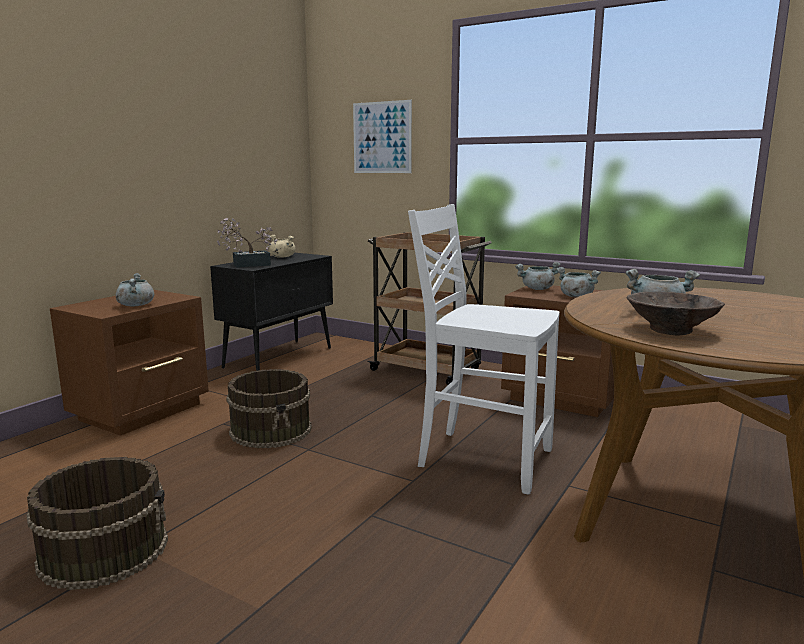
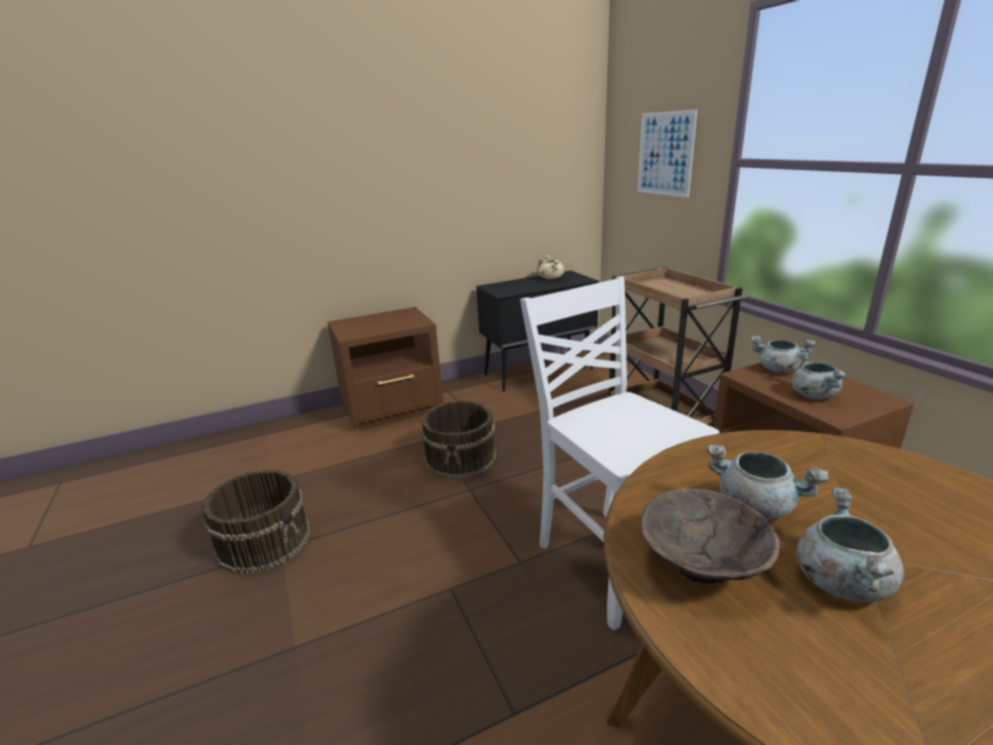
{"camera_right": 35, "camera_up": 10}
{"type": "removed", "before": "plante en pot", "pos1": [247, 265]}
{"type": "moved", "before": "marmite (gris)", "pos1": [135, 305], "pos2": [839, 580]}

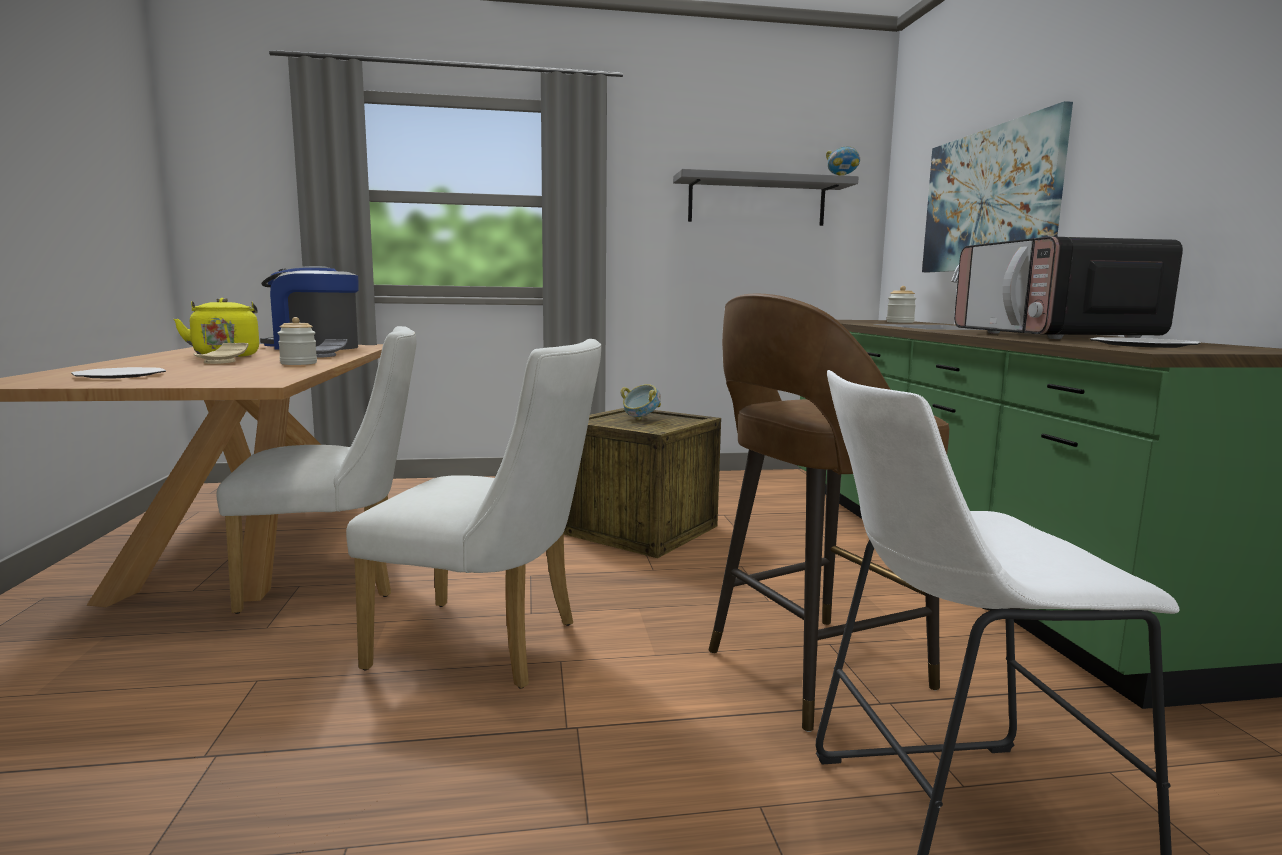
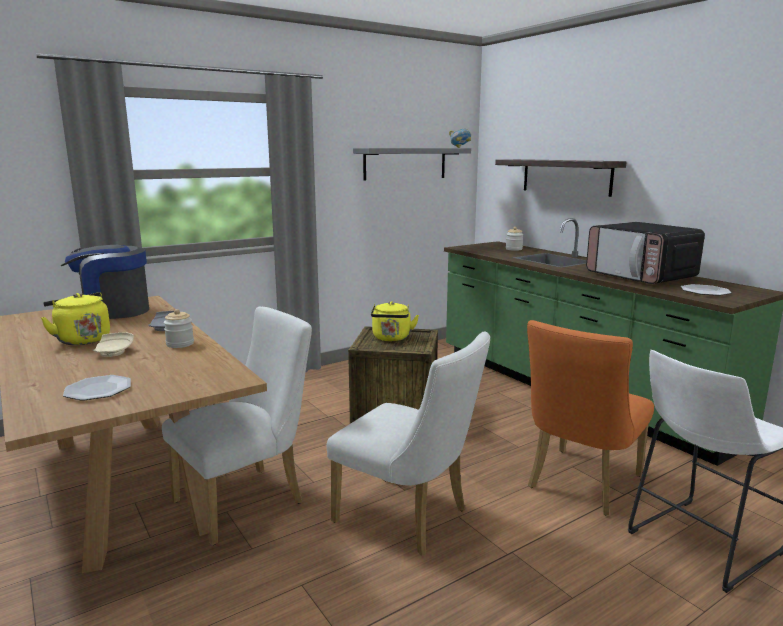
{"camera_right": -25, "camera_up": 5}
{"type": "replaced", "before": "tableau", "after": "étagère", "pos1": [989, 200], "pos2": [566, 176]}
{"type": "replaced", "before": "tabouret (marron)", "after": "chaise (orange)", "pos1": [811, 670], "pos2": [580, 485]}
{"type": "turned", "before": "chaise (blanc)", "pos1": [490, 646], "pos2": [409, 518], "turn": 45}
{"type": "replaced", "before": "bol", "after": "bouilloire (jaune)", "pos1": [641, 419], "pos2": [391, 338]}

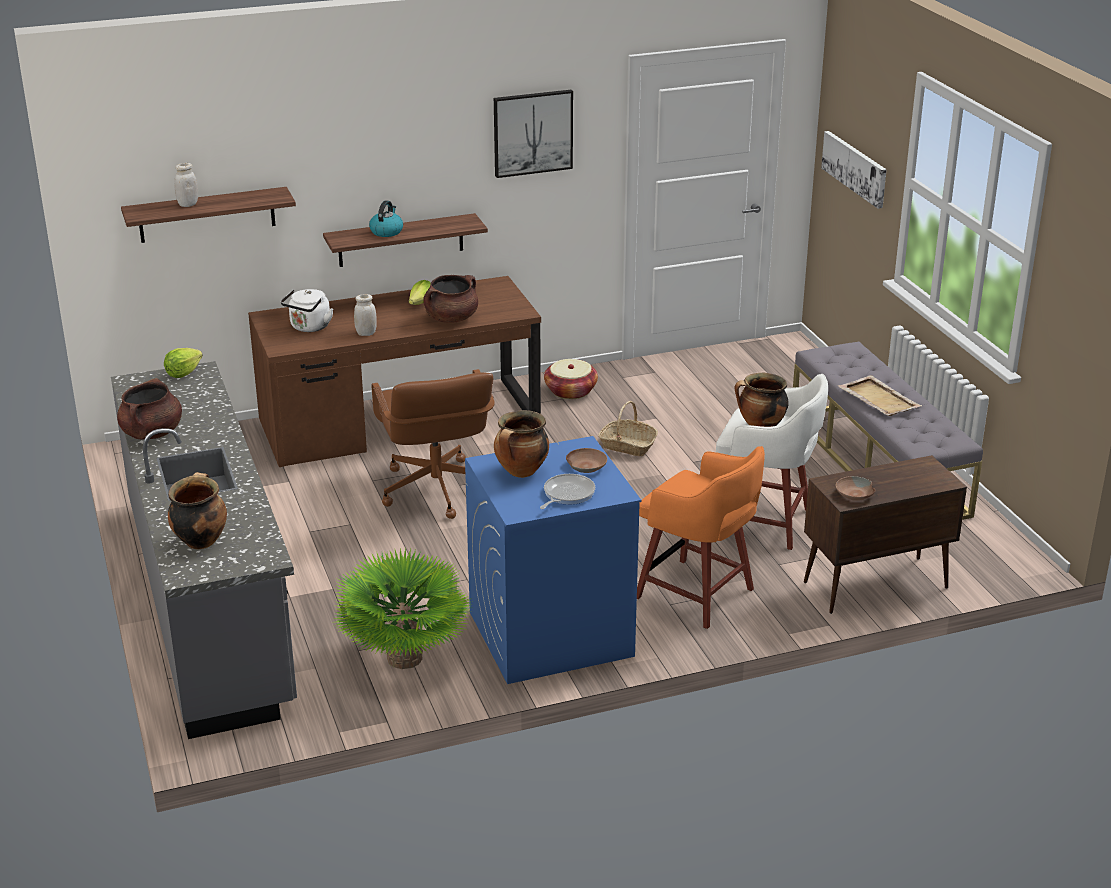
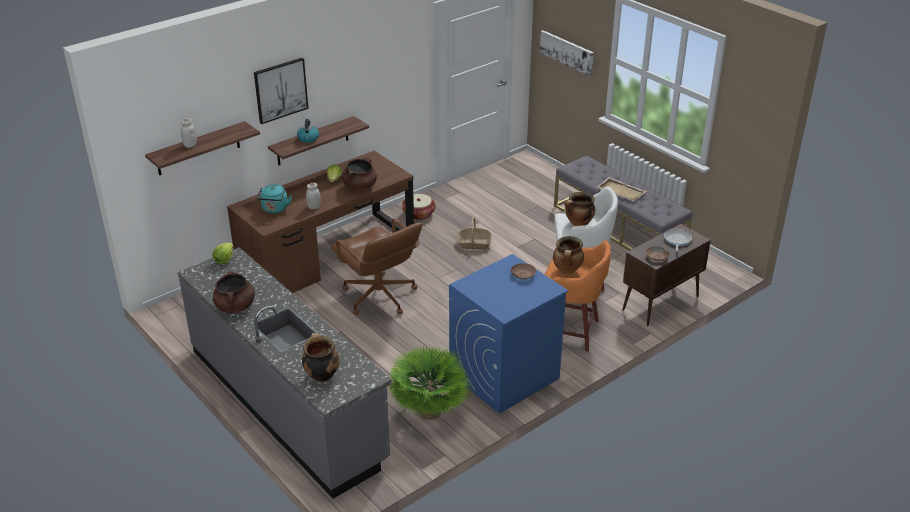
{"camera_right": -20, "camera_up": 5}
{"type": "moved", "before": "tableau", "pos1": [532, 133], "pos2": [280, 90]}
{"type": "recoloured", "before": "bouilloire (blanc)", "after": "bouilloire (turquoise)", "pos1": [309, 327], "pos2": [275, 209]}
{"type": "moved", "before": "marmite", "pos1": [521, 472], "pos2": [567, 271]}
{"type": "moved", "before": "poêle", "pos1": [567, 494], "pos2": [677, 240]}

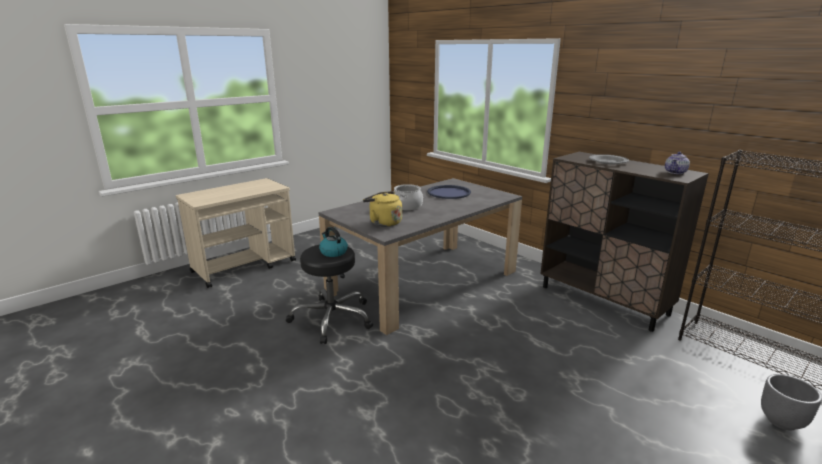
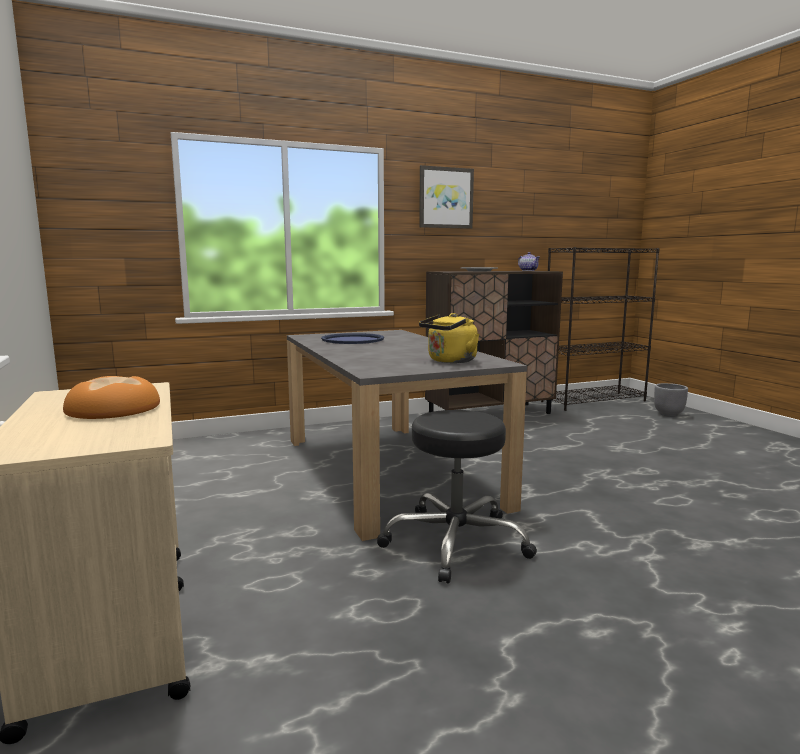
{"camera_right": -70, "camera_up": -10}
{"type": "removed", "before": "marmite", "pos1": [407, 206]}
{"type": "removed", "before": "bouilloire", "pos1": [333, 252]}
{"type": "added", "after": "tableau", "pos2": [445, 198]}
{"type": "added", "after": "pain", "pos2": [112, 409]}

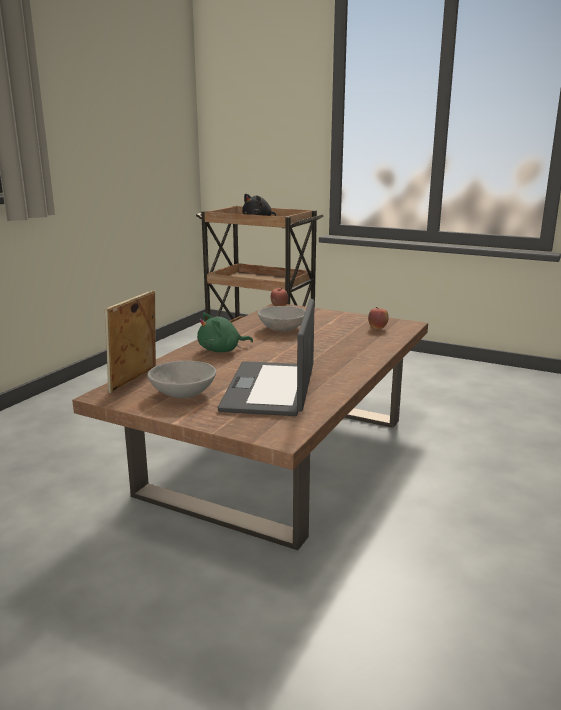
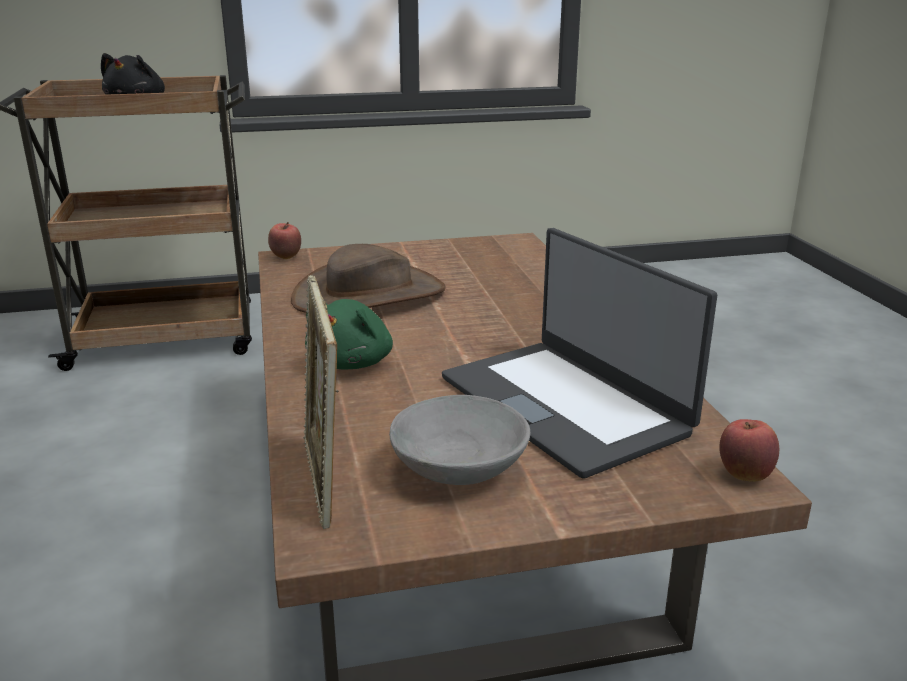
{"camera_right": -40, "camera_up": 5}
{"type": "replaced", "before": "bol (gris)", "after": "chapeau (marron)", "pos1": [282, 329], "pos2": [369, 295]}
{"type": "moved", "before": "pomme", "pos1": [377, 328], "pos2": [744, 475]}

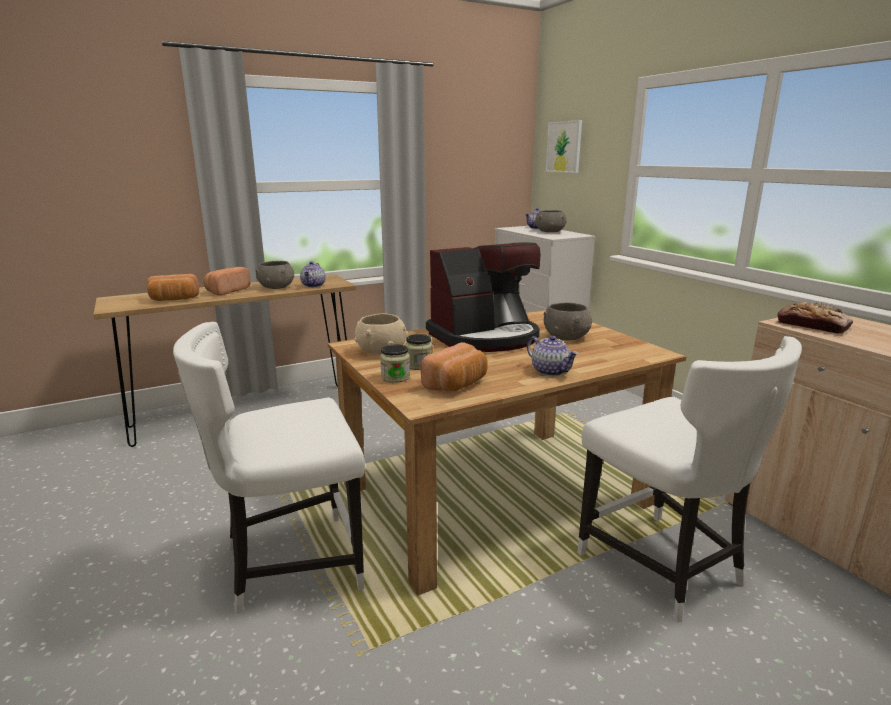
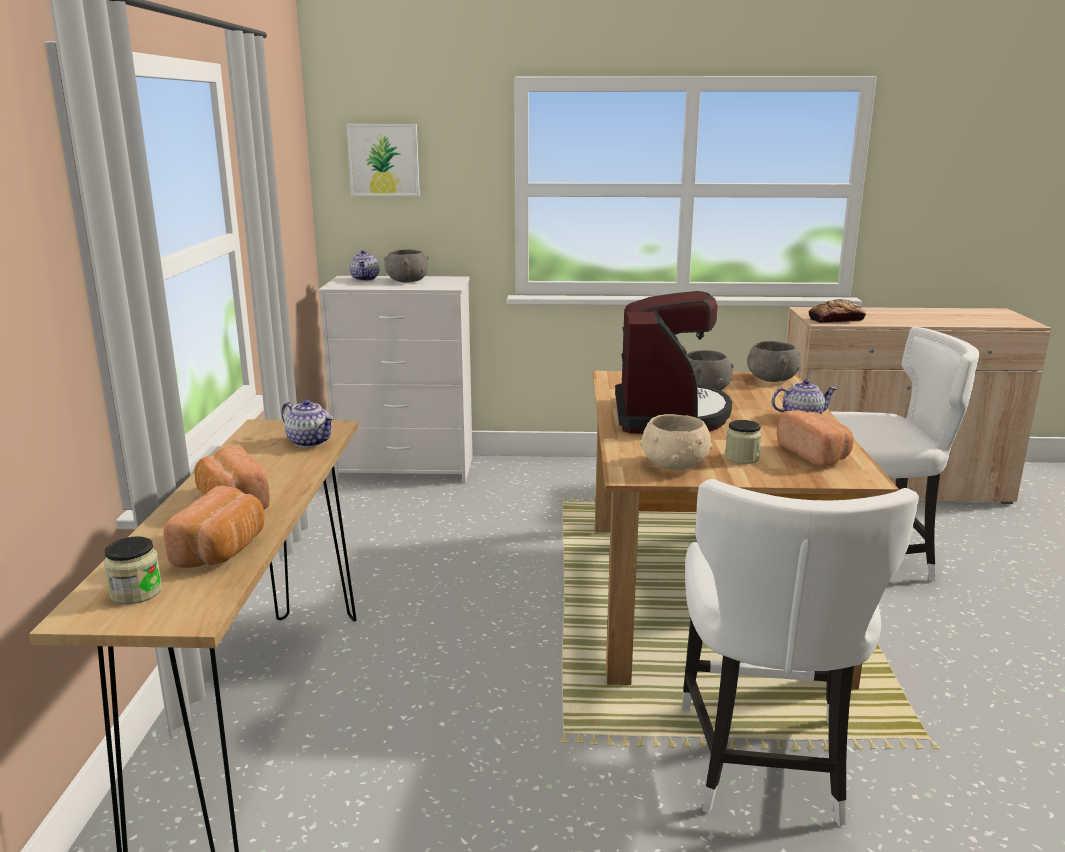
{"camera_right": -60, "camera_up": 0}
{"type": "moved", "before": "bol (gris)", "pos1": [276, 287], "pos2": [771, 379]}
{"type": "moved", "before": "bocal", "pos1": [395, 377], "pos2": [136, 592]}

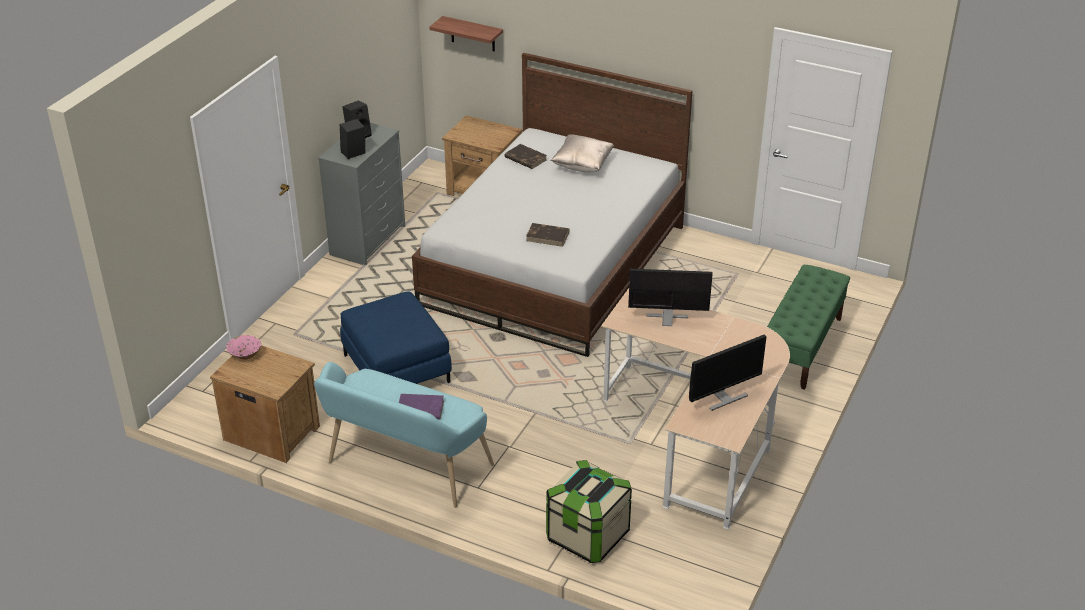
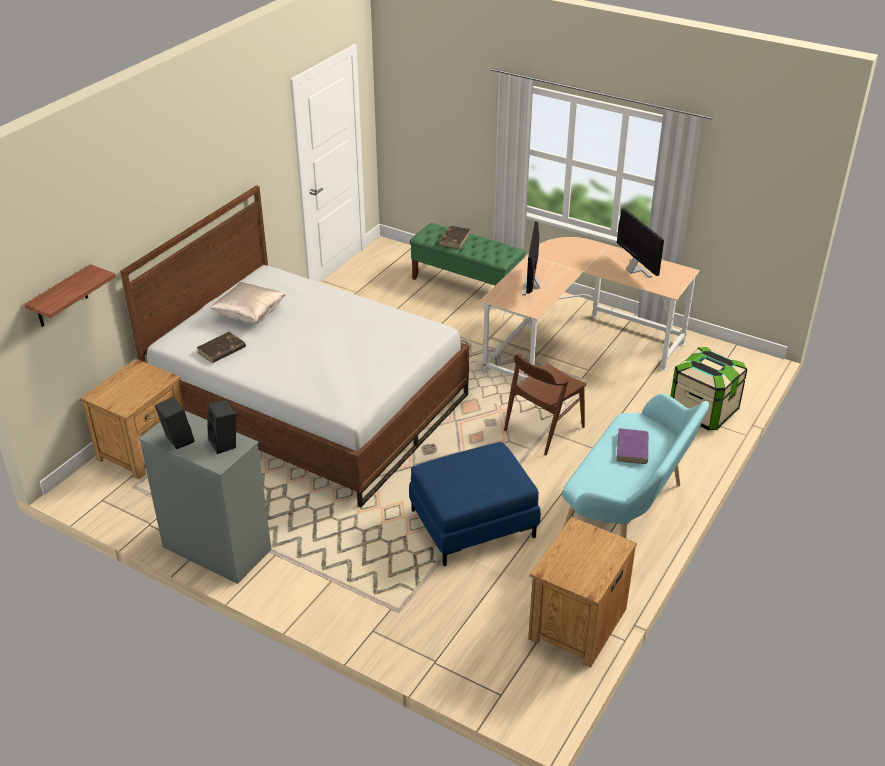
{"camera_right": -85, "camera_up": 0}
{"type": "moved", "before": "livre (marron)", "pos1": [548, 236], "pos2": [454, 239]}
{"type": "removed", "before": "bol (rose)", "pos1": [245, 355]}
{"type": "added", "after": "chaise (marron)", "pos2": [543, 429]}

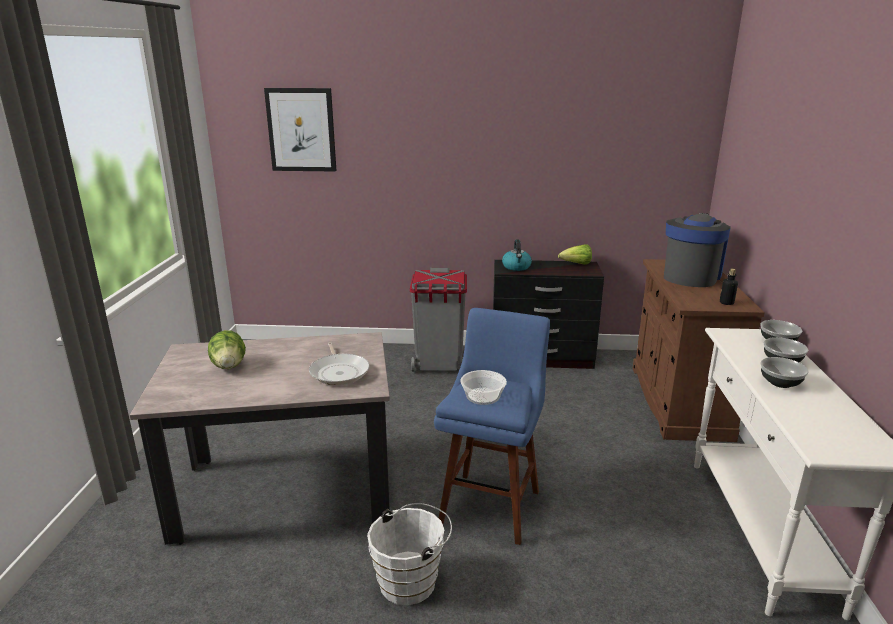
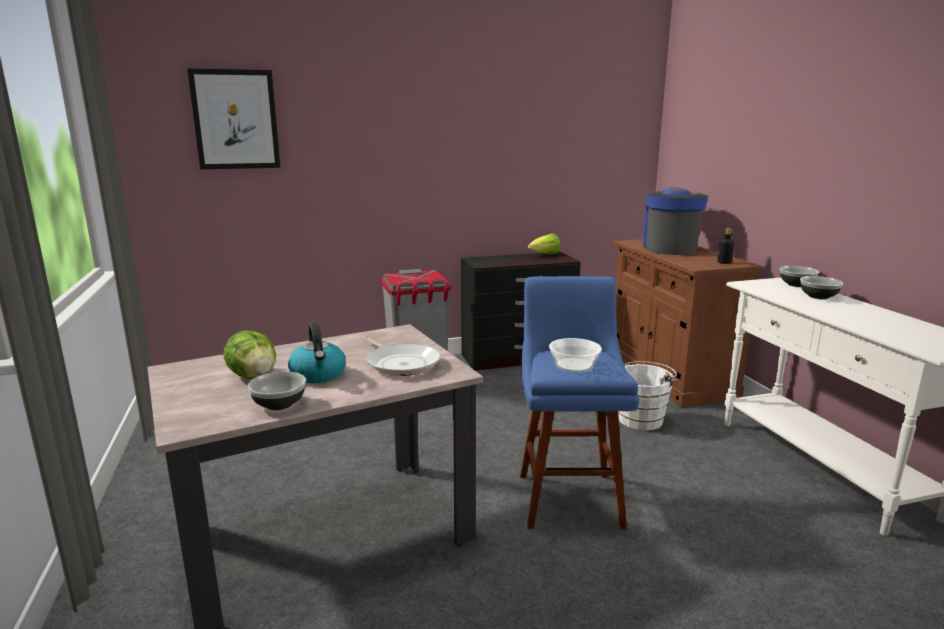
{"camera_right": -20, "camera_up": -5}
{"type": "moved", "before": "bouilloire", "pos1": [516, 267], "pos2": [318, 375]}
{"type": "moved", "before": "bol", "pos1": [779, 383], "pos2": [278, 404]}
{"type": "moved", "before": "seau (blanc)", "pos1": [412, 580], "pos2": [642, 418]}

